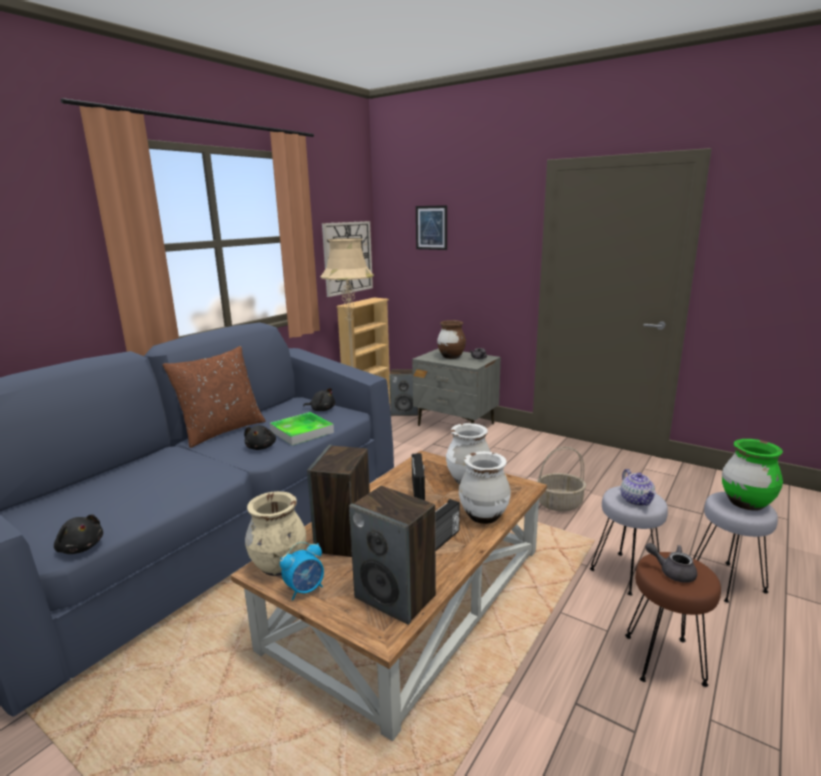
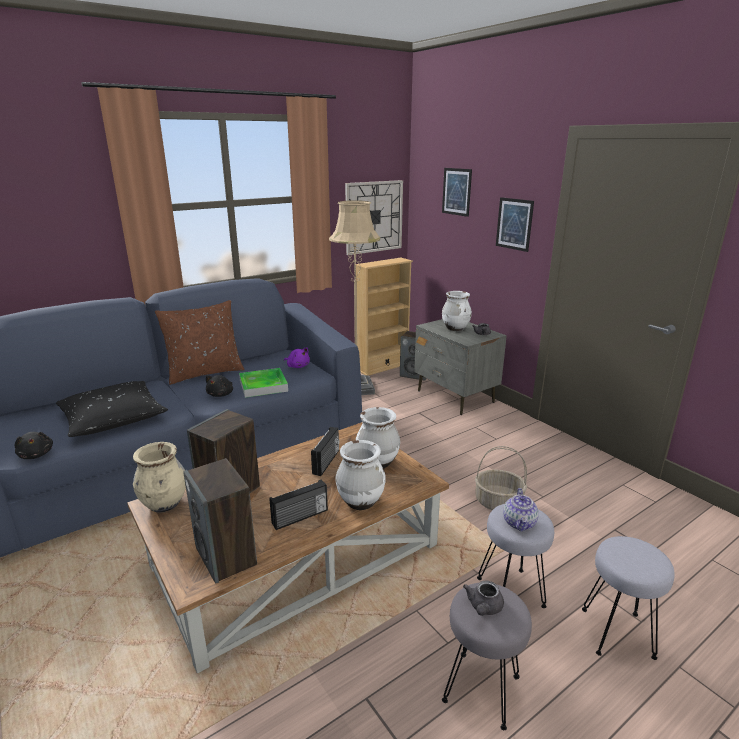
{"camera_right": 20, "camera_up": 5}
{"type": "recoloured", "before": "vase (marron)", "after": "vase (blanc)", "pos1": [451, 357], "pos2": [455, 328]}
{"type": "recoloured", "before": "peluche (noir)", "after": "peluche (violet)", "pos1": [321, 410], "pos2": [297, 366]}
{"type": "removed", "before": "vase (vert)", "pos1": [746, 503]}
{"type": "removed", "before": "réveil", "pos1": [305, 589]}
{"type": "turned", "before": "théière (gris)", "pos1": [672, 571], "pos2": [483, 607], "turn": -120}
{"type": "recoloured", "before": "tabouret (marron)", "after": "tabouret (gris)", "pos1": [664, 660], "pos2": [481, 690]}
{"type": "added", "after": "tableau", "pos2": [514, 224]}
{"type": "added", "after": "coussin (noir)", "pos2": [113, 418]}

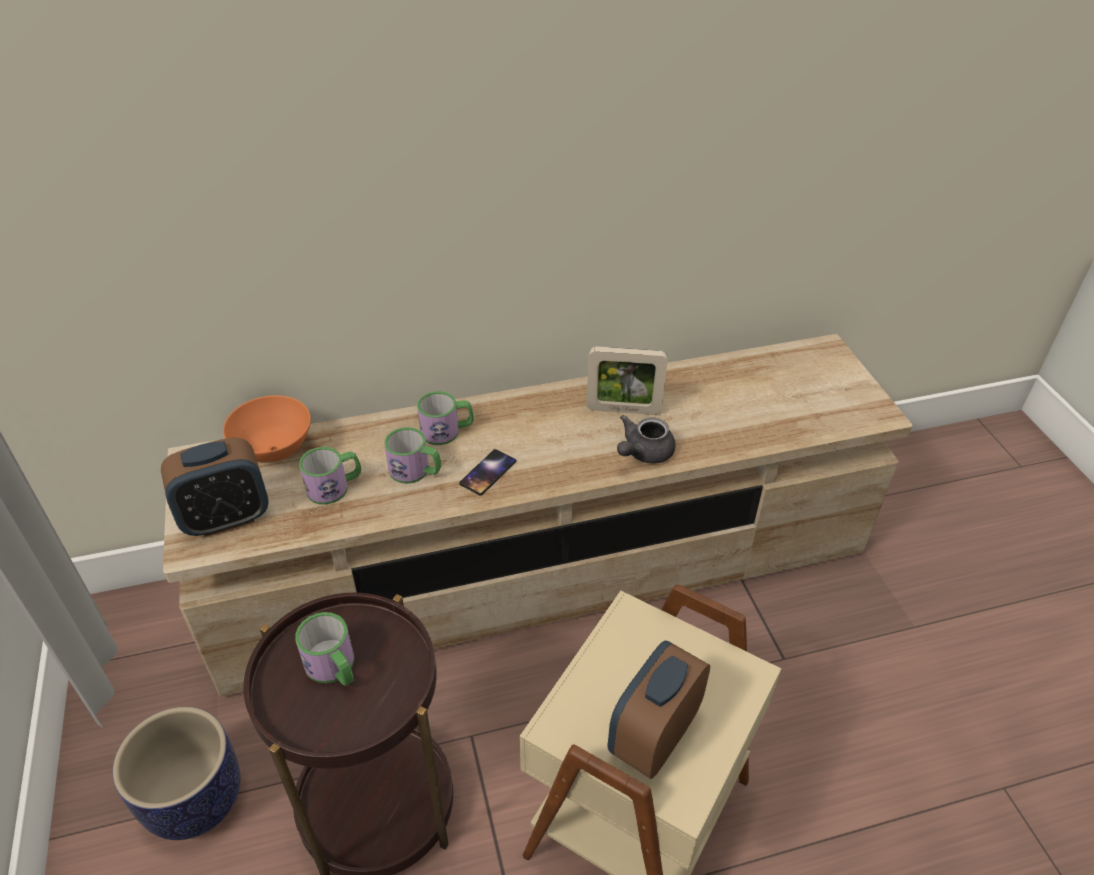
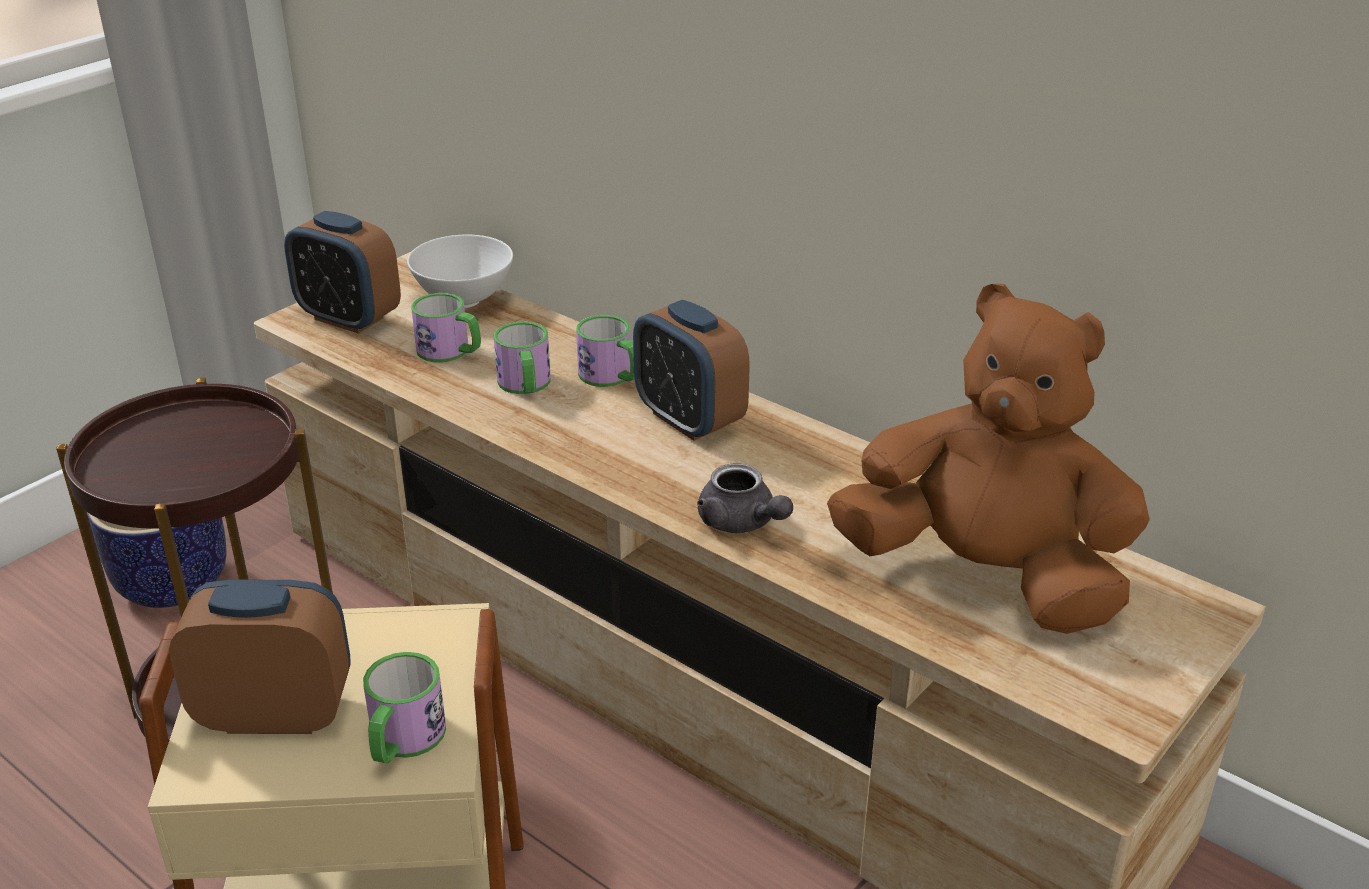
{"camera_right": 55, "camera_up": -10}
{"type": "removed", "before": "cadre photo", "pos1": [623, 410]}
{"type": "recoloured", "before": "bol (orange)", "after": "bol (blanc)", "pos1": [274, 452], "pos2": [463, 300]}
{"type": "turned", "before": "théière (gris)", "pos1": [643, 453], "pos2": [742, 523], "turn": -135}
{"type": "removed", "before": "téléphone", "pos1": [488, 472]}
{"type": "moved", "before": "mug", "pos1": [334, 668], "pos2": [402, 741]}
{"type": "added", "after": "peluche (marron)", "pos2": [985, 577]}
{"type": "added", "after": "réveil", "pos2": [689, 419]}

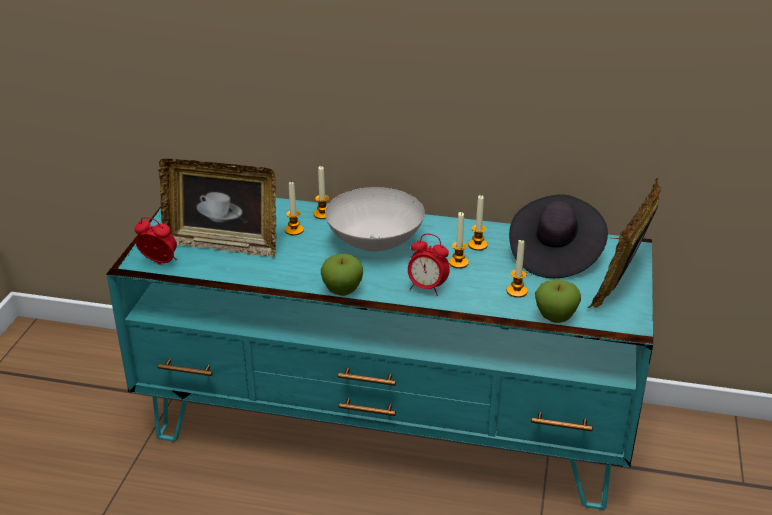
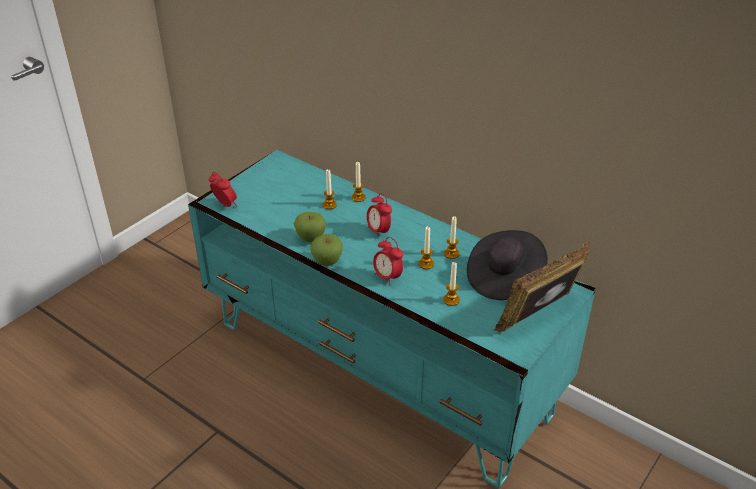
{"camera_right": 25, "camera_up": 5}
{"type": "removed", "before": "cadre photo", "pos1": [223, 244]}
{"type": "replaced", "before": "bol (blanc)", "after": "réveil", "pos1": [376, 243], "pos2": [378, 231]}
{"type": "moved", "before": "pomme", "pos1": [555, 318], "pos2": [310, 238]}

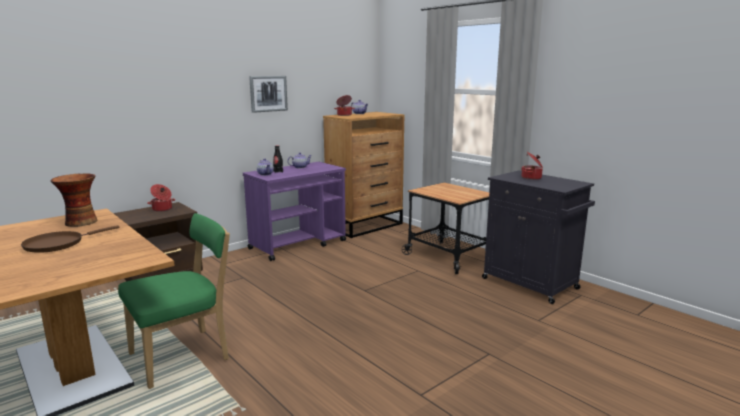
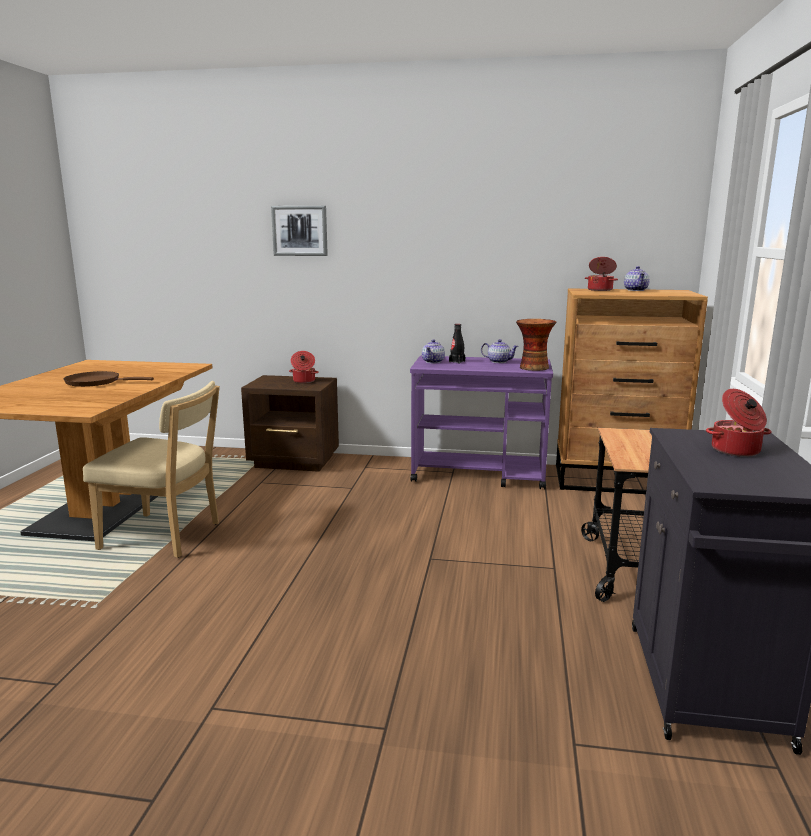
{"camera_right": 50, "camera_up": 0}
{"type": "moved", "before": "tableau", "pos1": [268, 93], "pos2": [300, 231]}
{"type": "moved", "before": "vase", "pos1": [80, 222], "pos2": [533, 367]}
{"type": "recoloured", "before": "chaise (vert)", "after": "chaise (beige)", "pos1": [184, 355], "pos2": [166, 536]}

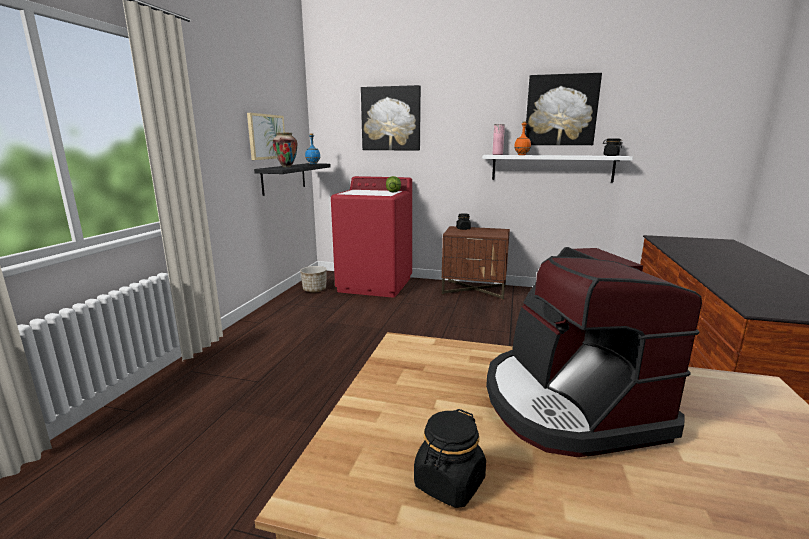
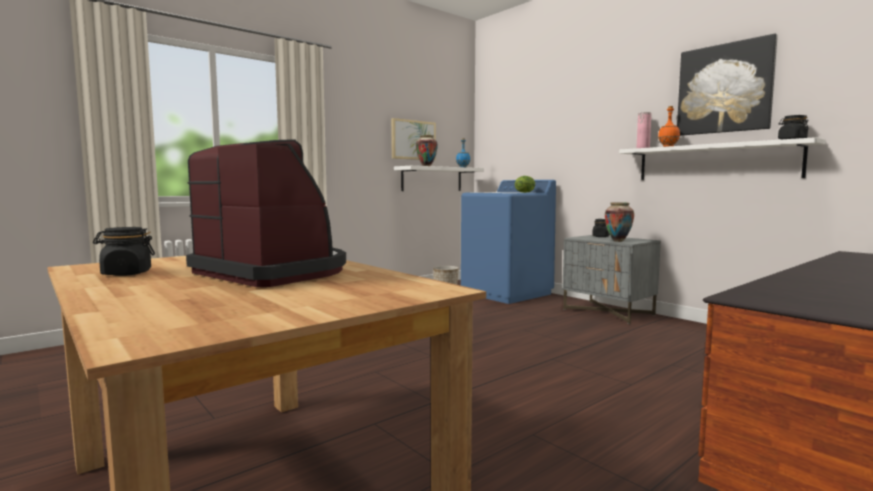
{"camera_right": 35, "camera_up": -10}
{"type": "removed", "before": "tableau", "pos1": [391, 119]}
{"type": "recoloured", "before": "étagère (noir)", "after": "étagère (blanc)", "pos1": [284, 178], "pos2": [432, 179]}
{"type": "recoloured", "before": "lave-linge (rouge)", "after": "lave-linge (bleu)", "pos1": [375, 285], "pos2": [507, 293]}
{"type": "recoloured", "before": "table de chevet (marron)", "after": "table de chevet (gris)", "pos1": [474, 290], "pos2": [608, 312]}
{"type": "turned", "before": "machine à café", "pos1": [568, 403], "pos2": [274, 272], "turn": 105}
{"type": "added", "after": "vase", "pos2": [618, 241]}

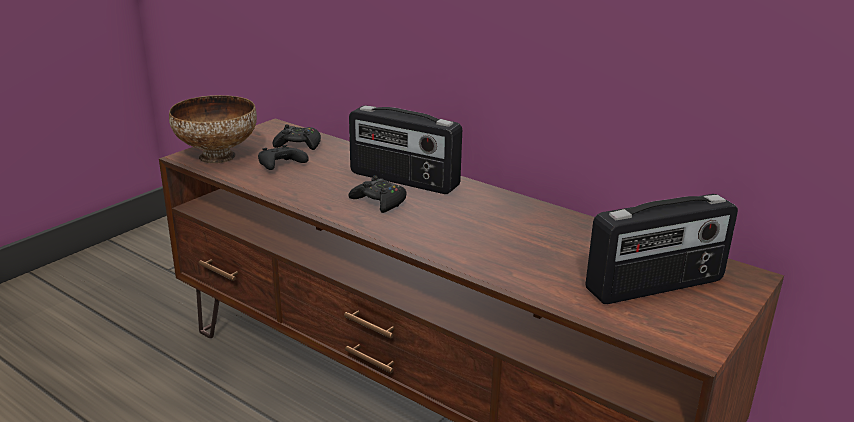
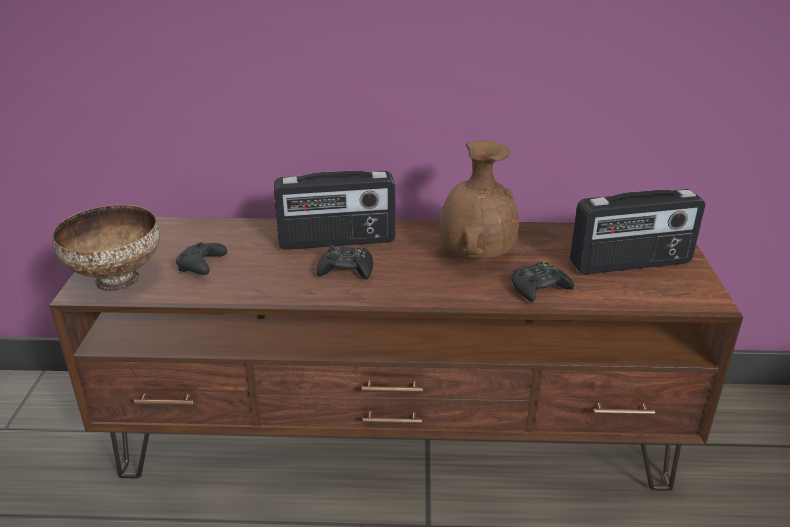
{"camera_right": -35, "camera_up": 5}
{"type": "moved", "before": "manette (noir)", "pos1": [298, 145], "pos2": [539, 288]}
{"type": "turned", "before": "radio", "pos1": [656, 286], "pos2": [631, 263], "turn": 45}
{"type": "added", "after": "vase (marron)", "pos2": [475, 255]}

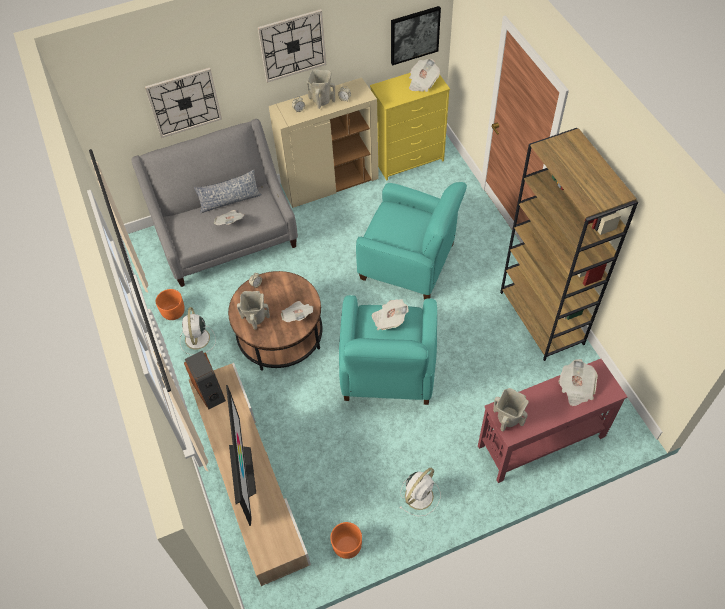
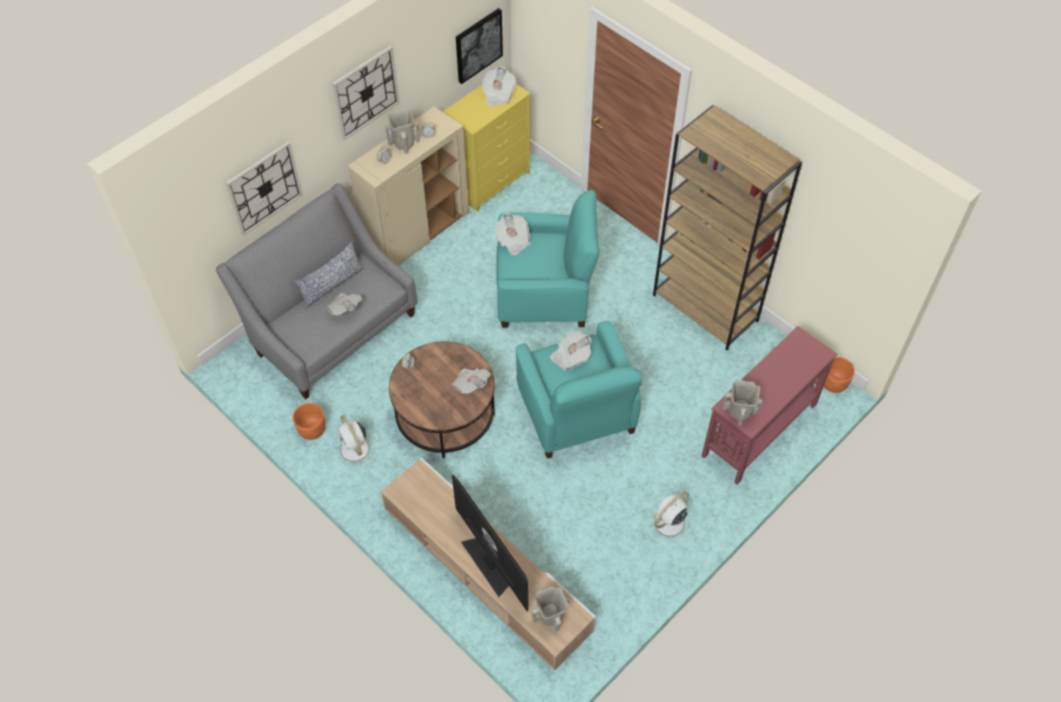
{"camera_right": -25, "camera_up": 0}
{"type": "moved", "before": "vase (beige)", "pos1": [255, 318], "pos2": [550, 617]}
{"type": "removed", "before": "enceinte", "pos1": [209, 391]}
{"type": "moved", "before": "journal", "pos1": [576, 388], "pos2": [513, 240]}
{"type": "turned", "before": "ventilateur (blanc)", "pos1": [420, 495], "pos2": [668, 524], "turn": -150}
{"type": "moved", "before": "cache-pot (orange)", "pos1": [347, 546], "pos2": [834, 383]}

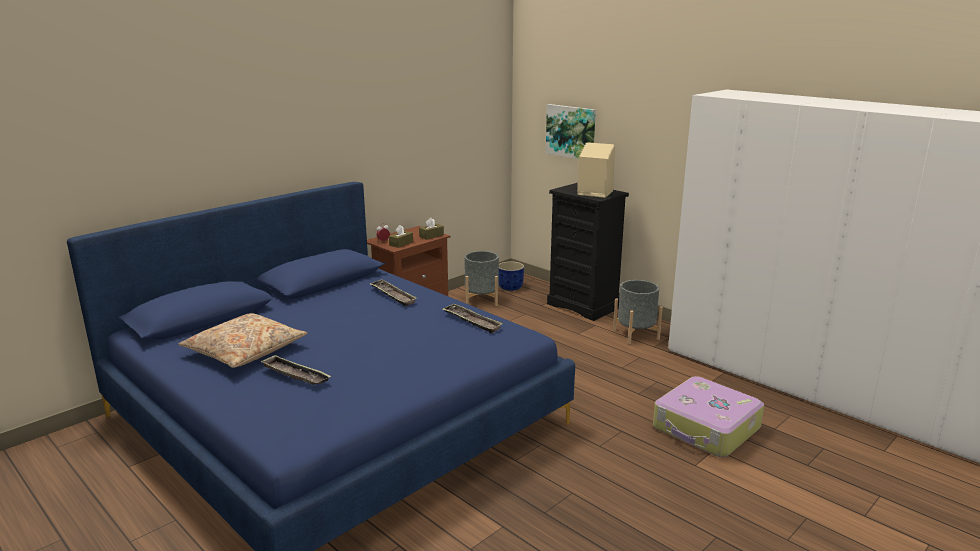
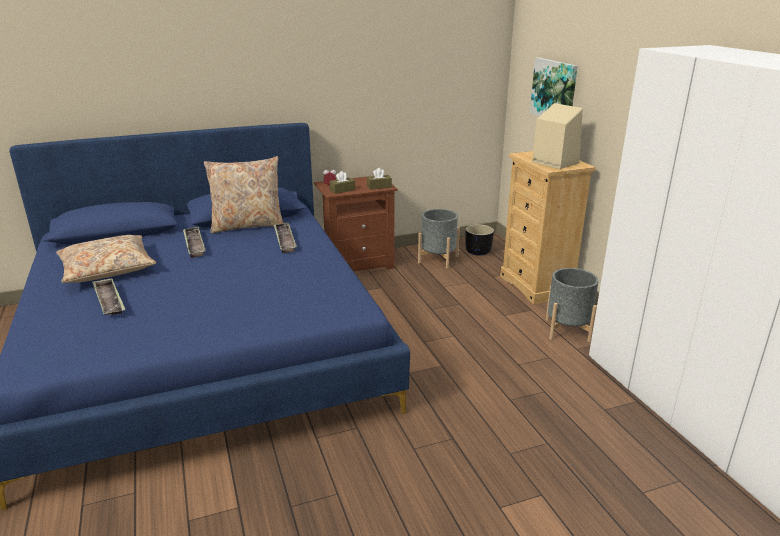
{"camera_right": 25, "camera_up": 5}
{"type": "recoloured", "before": "commode (noir)", "after": "commode (beige)", "pos1": [583, 306], "pos2": [537, 286]}
{"type": "recoloured", "before": "cache-pot (bleu)", "after": "cache-pot (noir)", "pos1": [510, 287], "pos2": [477, 252]}
{"type": "moved", "before": "plateau", "pos1": [471, 321], "pos2": [194, 245]}
{"type": "removed", "before": "valise", "pos1": [706, 429]}
{"type": "added", "after": "coussin (beige)", "pos2": [248, 225]}

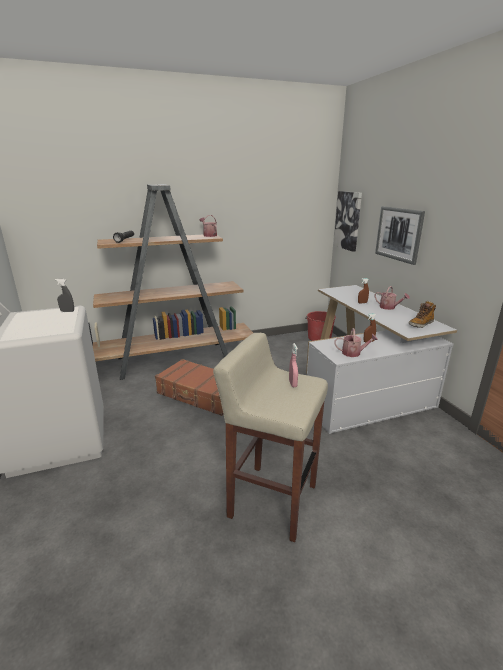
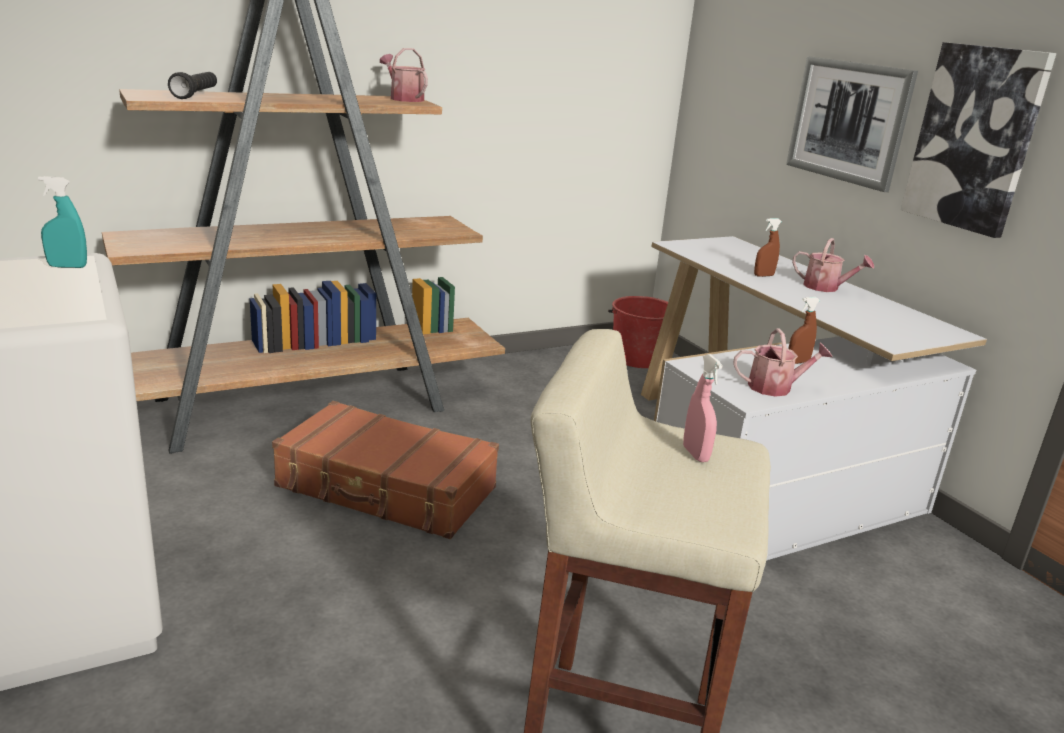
{"camera_right": -10, "camera_up": 0}
{"type": "moved", "before": "tableau", "pos1": [348, 220], "pos2": [975, 138]}
{"type": "recoloured", "before": "vaporisateur (gris)", "after": "vaporisateur (turquoise)", "pos1": [67, 311], "pos2": [67, 266]}
{"type": "removed", "before": "botte", "pos1": [420, 324]}

